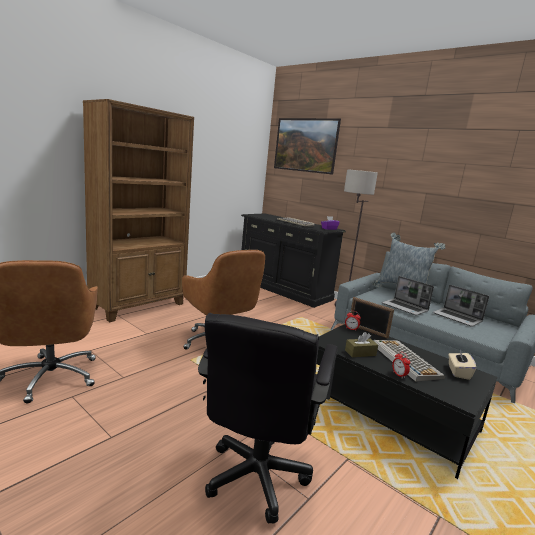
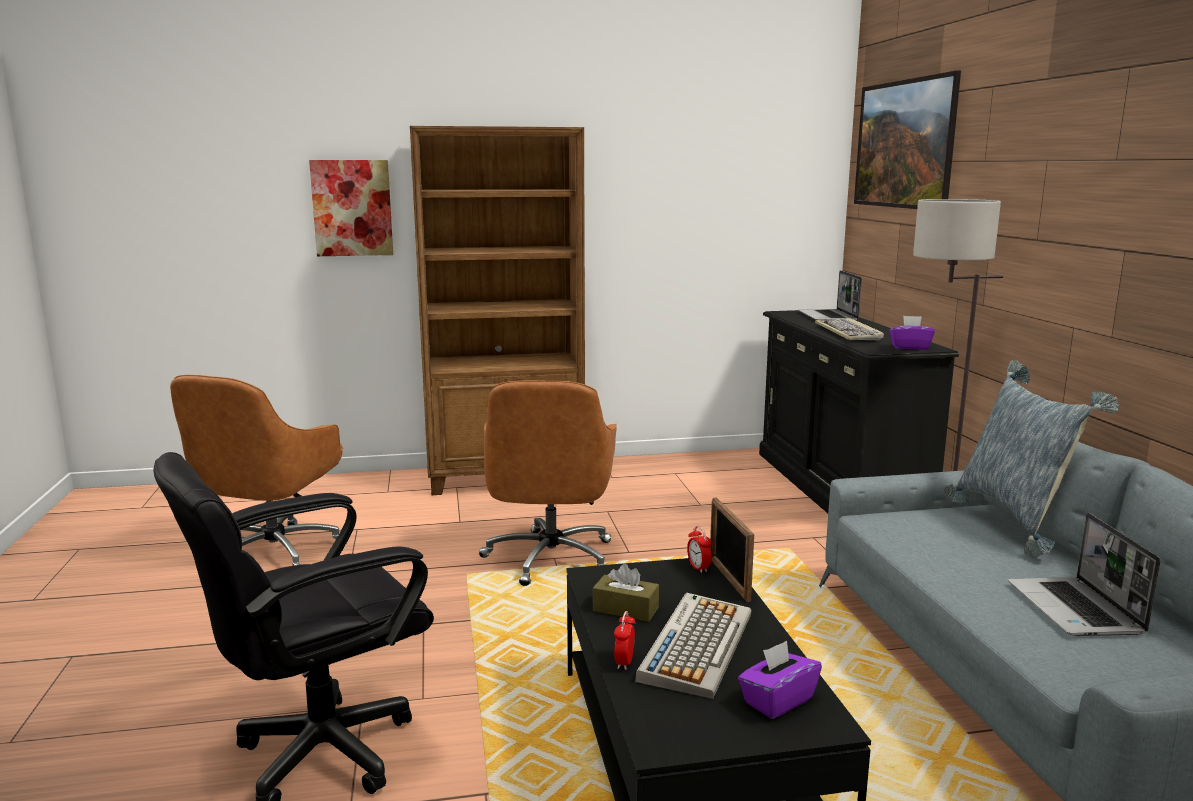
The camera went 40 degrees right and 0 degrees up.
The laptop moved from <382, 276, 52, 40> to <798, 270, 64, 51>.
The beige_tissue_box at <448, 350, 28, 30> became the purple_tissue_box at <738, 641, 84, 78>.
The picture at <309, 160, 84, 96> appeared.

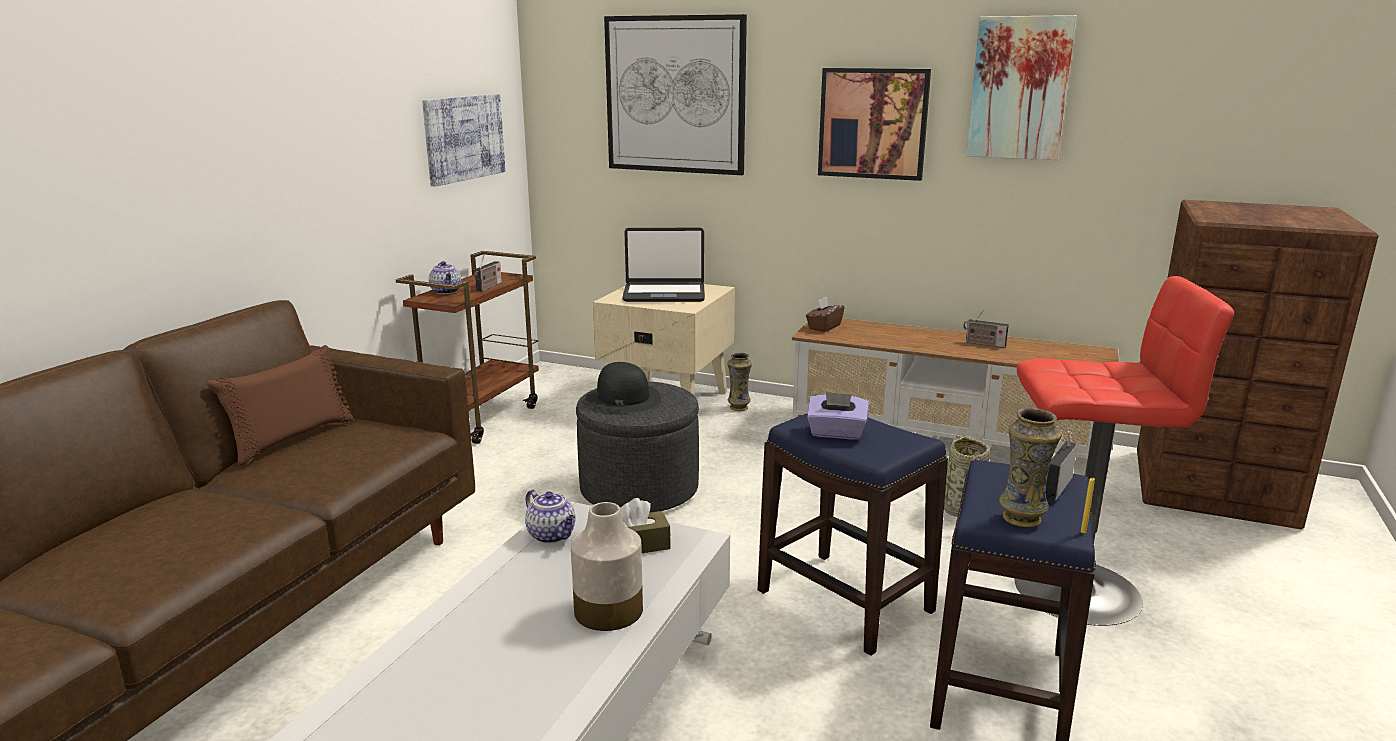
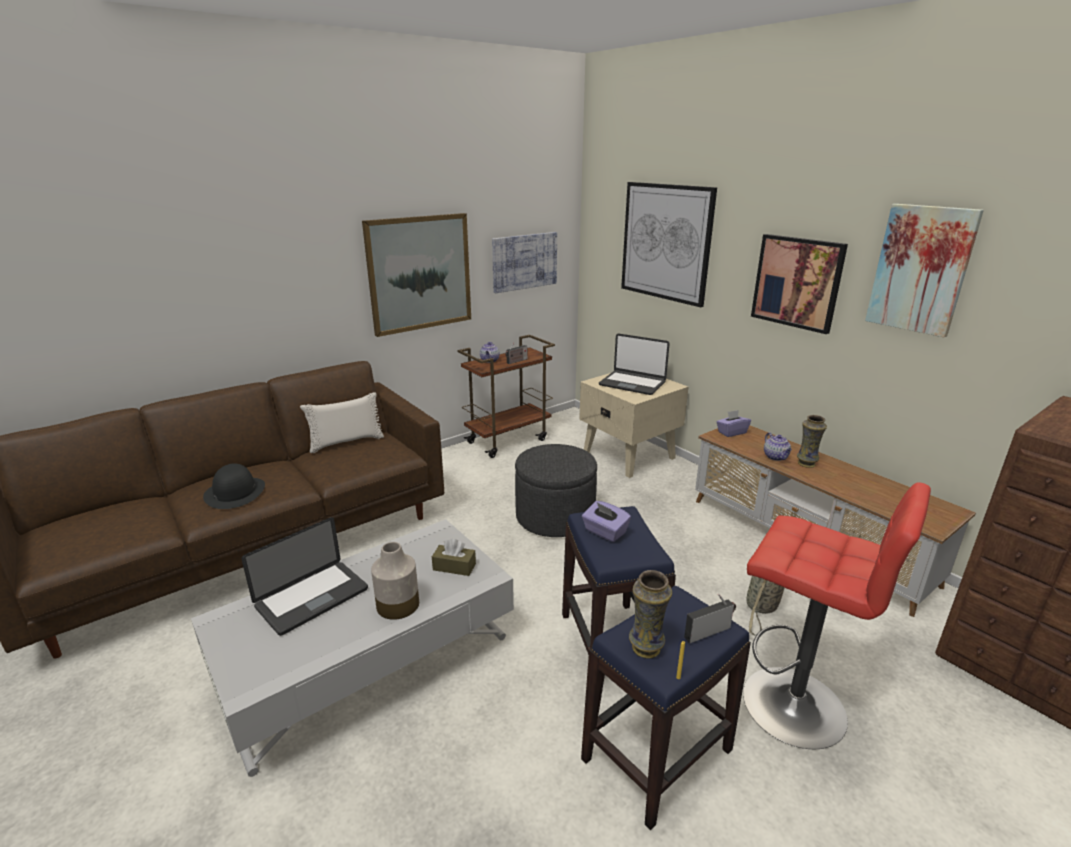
The camera went 30 degrees right and 5 degrees up.
The brown_tissue_box at <806, 296, 39, 36> became the purple_tissue_box at <717, 410, 34, 27>.
The radio at <964, 310, 45, 38> disappeared.
The brown_pillow at <207, 345, 147, 120> became the white_pillow at <300, 392, 84, 61>.
The vase moved from <727, 352, 25, 59> to <797, 415, 30, 53>.
The black_hat moved from <585, 362, 76, 50> to <203, 463, 62, 46>.
The teapot moved from <525, 490, 51, 53> to <764, 432, 28, 29>.
The picture at <362, 213, 109, 124> appeared.
The laptop at <241, 517, 127, 119> appeared.

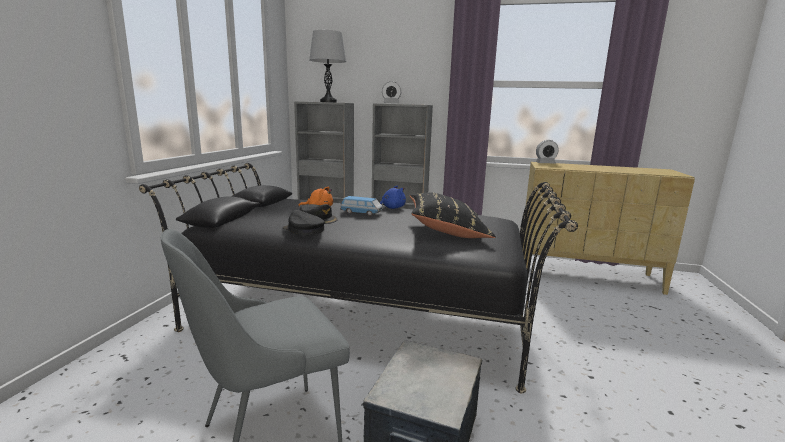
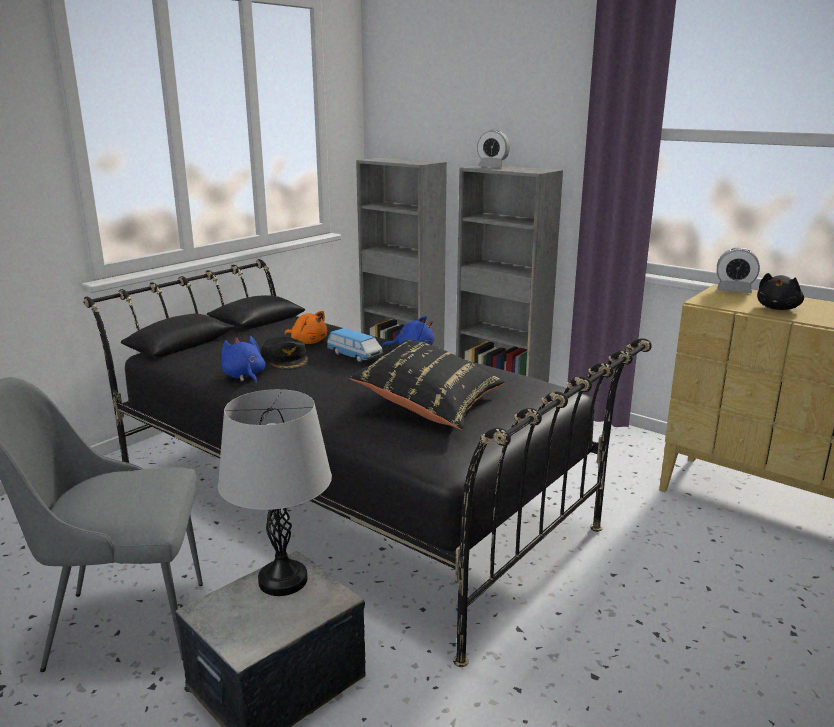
The camera went 25 degrees right and 5 degrees up.
The grey_table_lamp moved from <309, 30, 37, 73> to <218, 389, 114, 207>.
The black_cap at <283, 210, 42, 25> was replaced by the blue_plush_toy at <221, 336, 45, 48>.
The black_plush_toy at <757, 273, 47, 37> appeared.

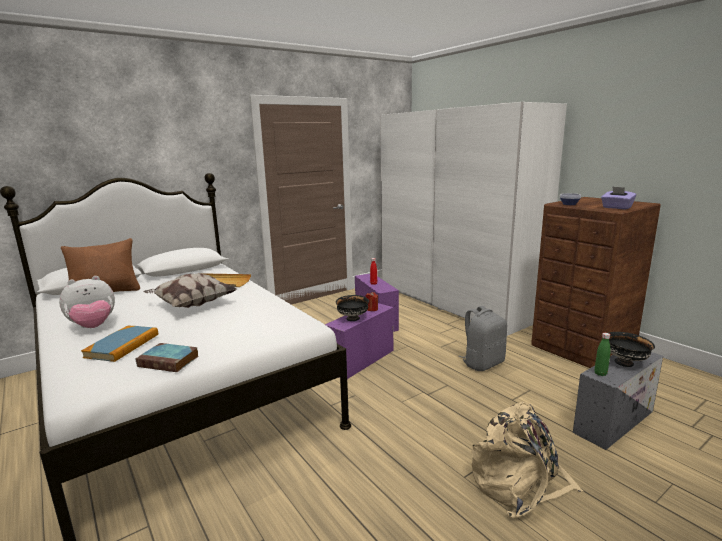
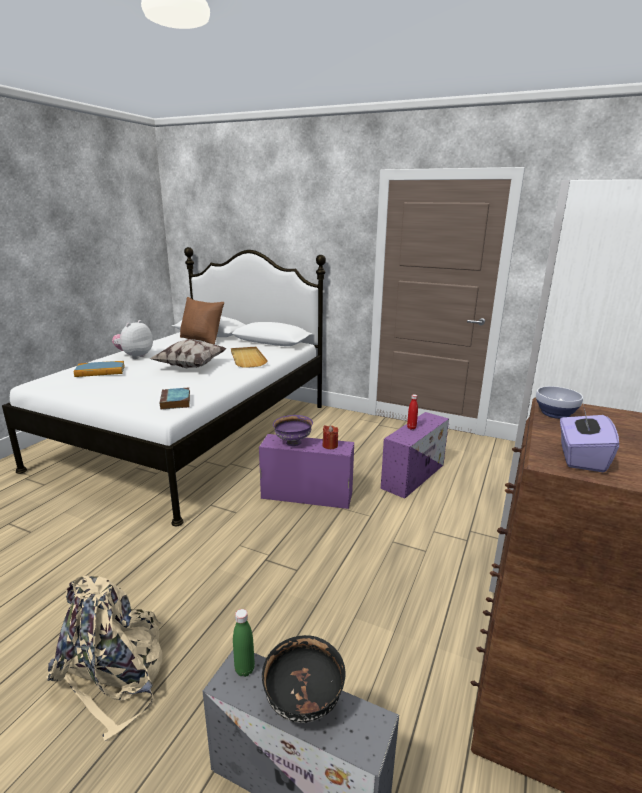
The camera went 60 degrees right and 5 degrees up.
The plush_toy at <59, 276, 56, 52> turned 90 degrees clockwise.
The black_bowl at <336, 295, 33, 26> became the purple_bowl at <273, 415, 40, 31>.
The grey_backpack at <459, 306, 48, 65> disappeared.
The book moved from <136, 343, 63, 29> to <160, 388, 30, 21>.

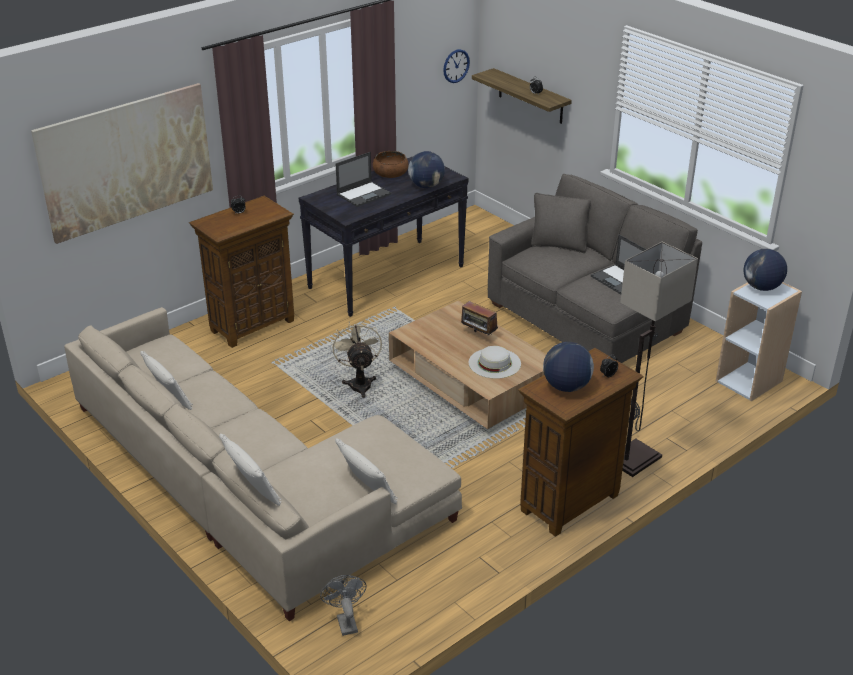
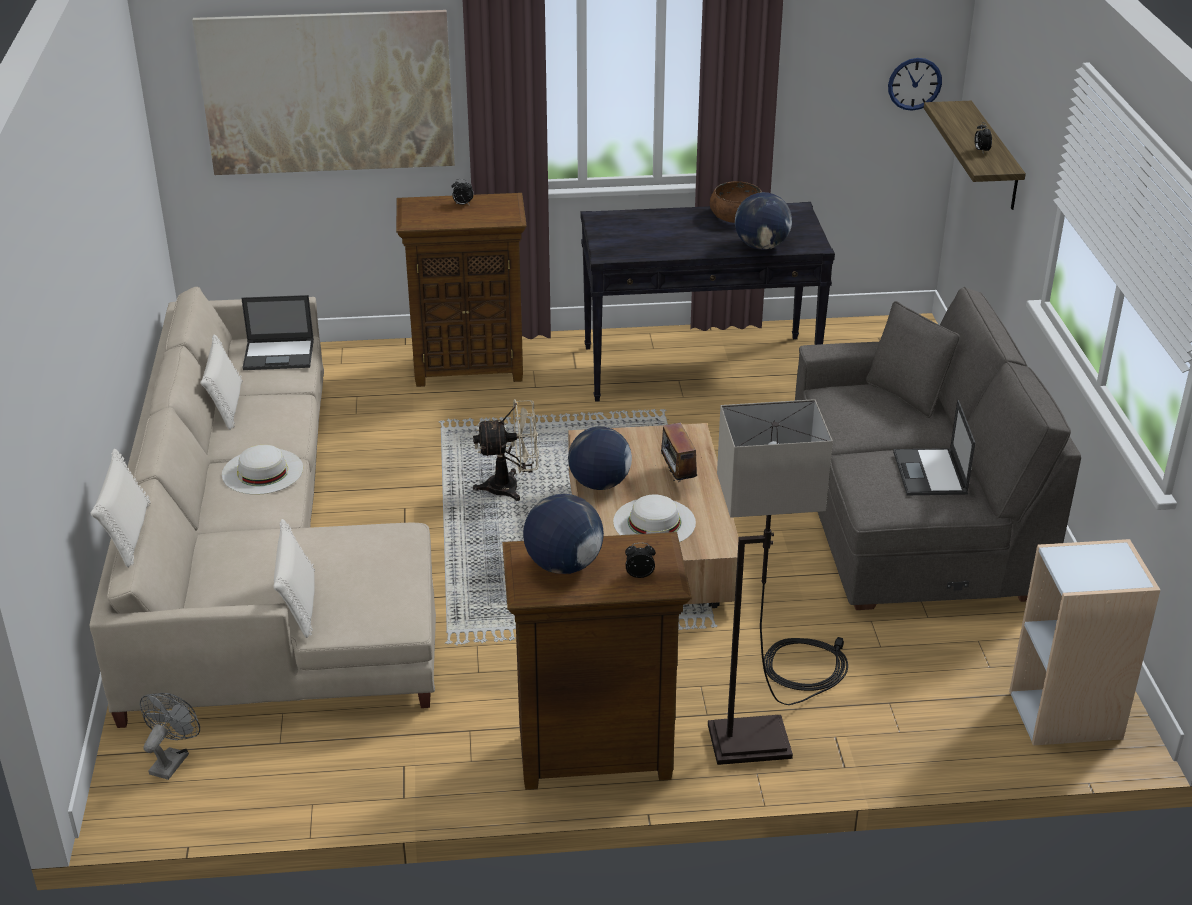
The camera went 35 degrees right and 0 degrees up.
The laptop moved from <336, 152, 55, 55> to <241, 295, 73, 75>.
The globe moved from <743, 249, 44, 42> to <568, 426, 64, 64>.
The beige_fan at <331, 320, 51, 78> turned 60 degrees clockwise.
The white_hat at <222, 445, 81, 50> appeared.

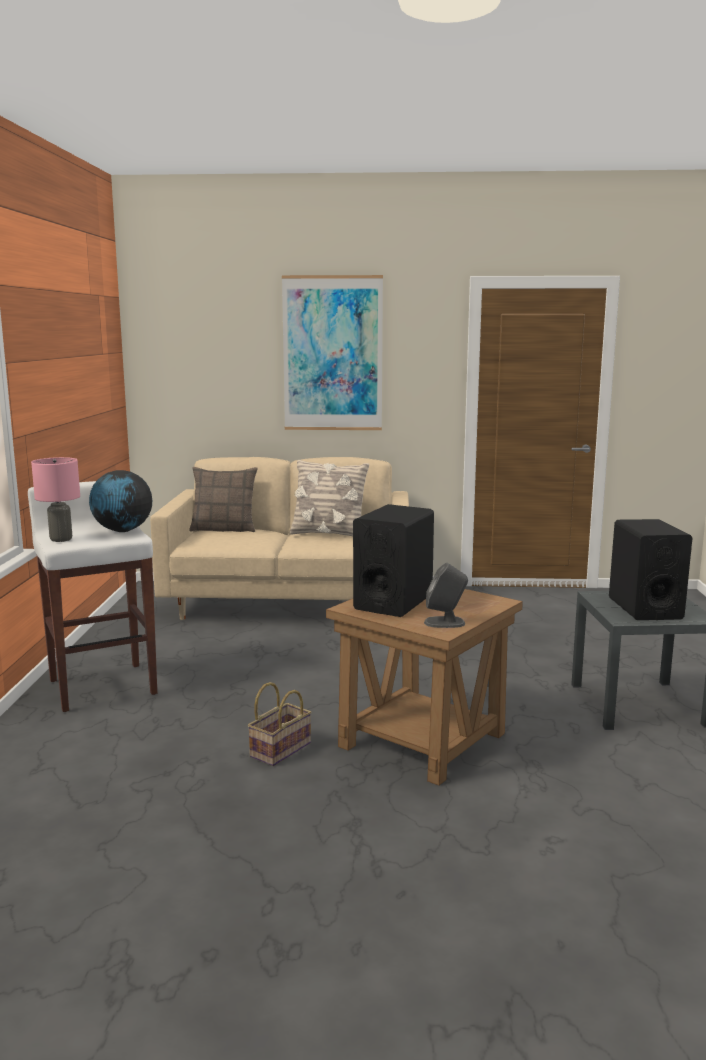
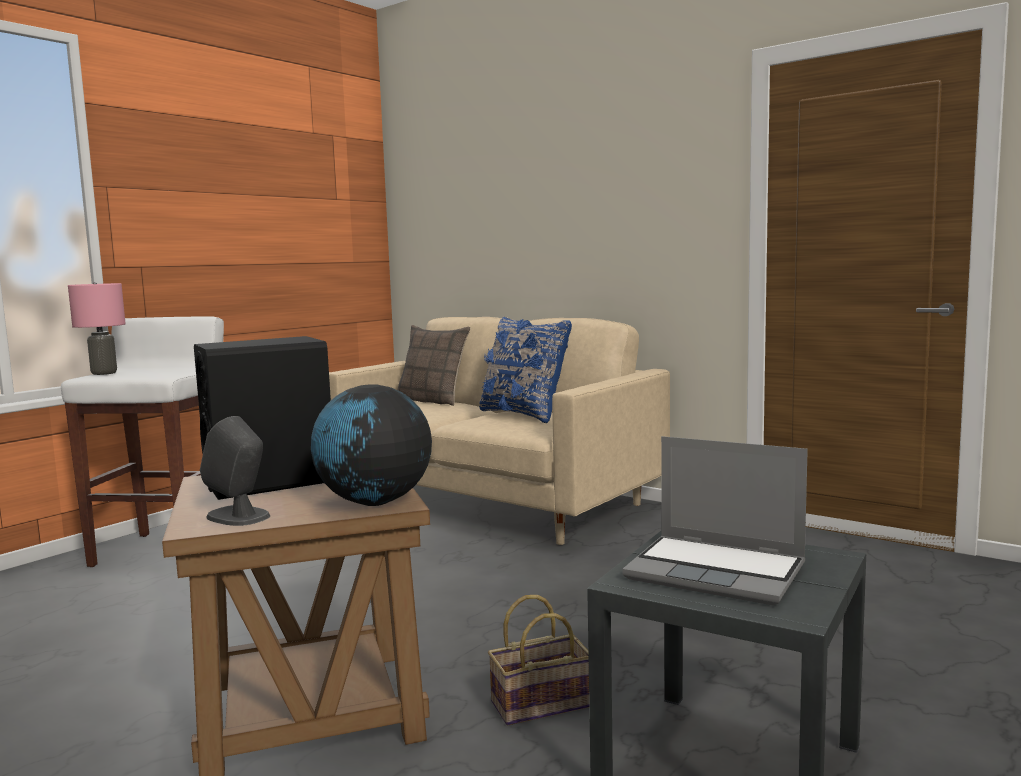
The camera went 35 degrees right and 5 degrees down.
The picture at <282, 275, 101, 155> disappeared.
The beige_pillow at <290, 460, 79, 76> became the blue_pillow at <479, 317, 93, 106>.
The globe moved from <89, 470, 63, 62> to <311, 384, 121, 122>.
The black_speaker at <609, 519, 83, 101> was replaced by the laptop at <622, 436, 186, 170>.
The basket moved from <248, 682, 64, 84> to <488, 595, 101, 130>.

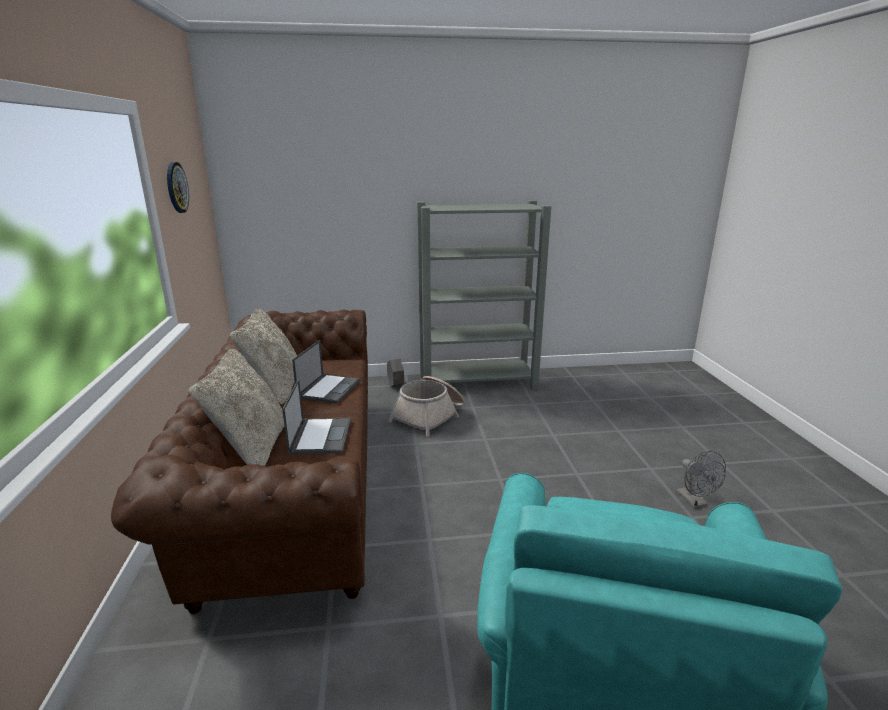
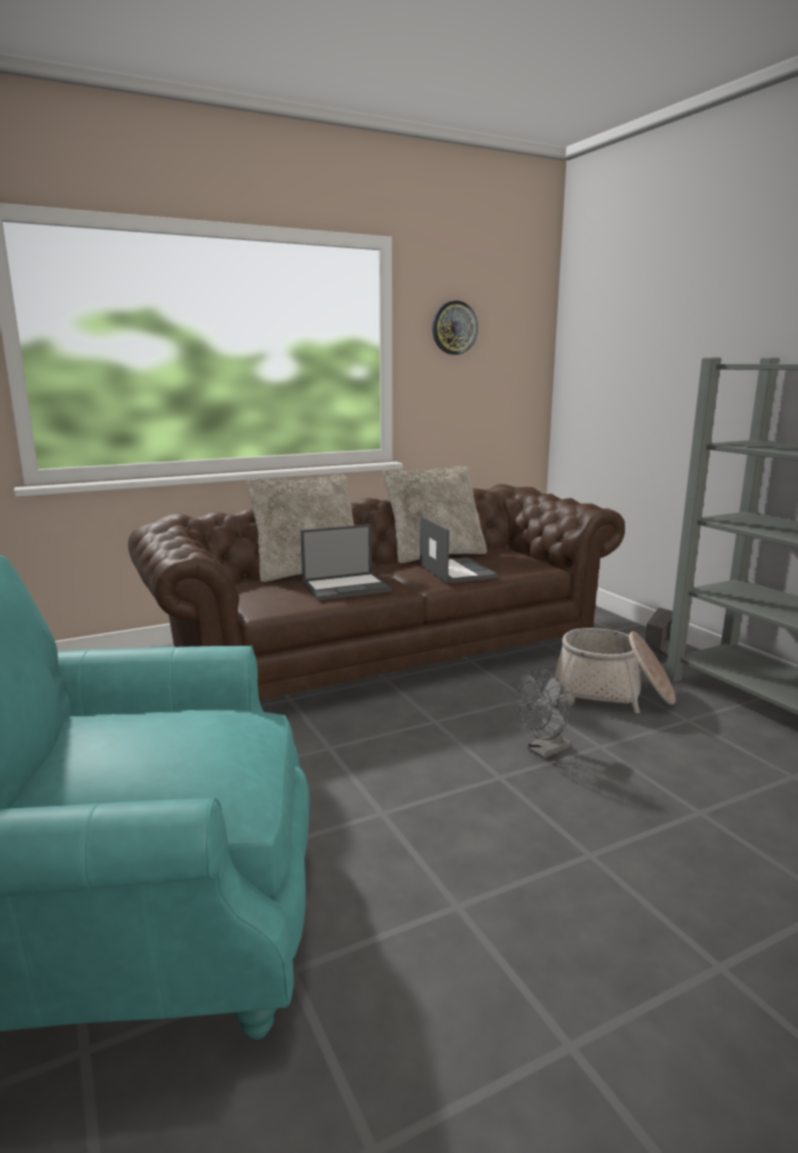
The camera went 70 degrees right and 5 degrees down.
The laptop at <292, 340, 68, 64> turned 105 degrees counterclockwise.
The grey_fan moved from <676, 451, 50, 57> to <516, 669, 59, 90>.

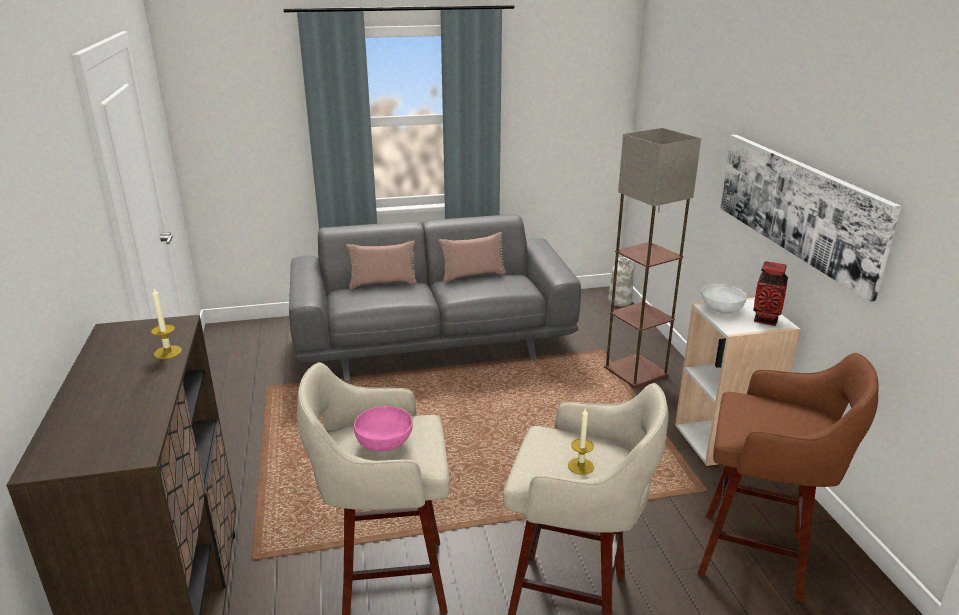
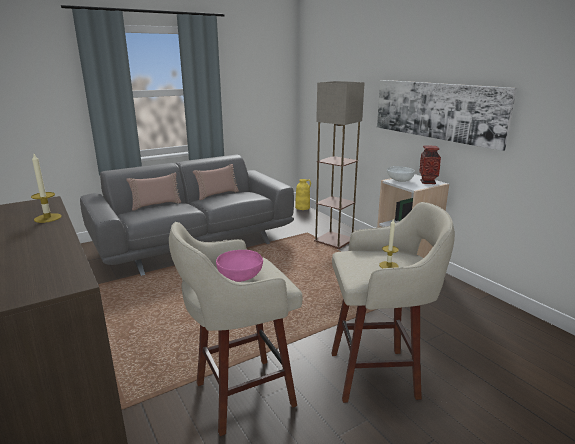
The camera went 20 degrees left and 5 degrees down.
The white_vase at <608, 257, 27, 49> became the yellow_vase at <295, 179, 16, 31>.
The brown_stool at <698, 353, 180, 250> disappeared.

